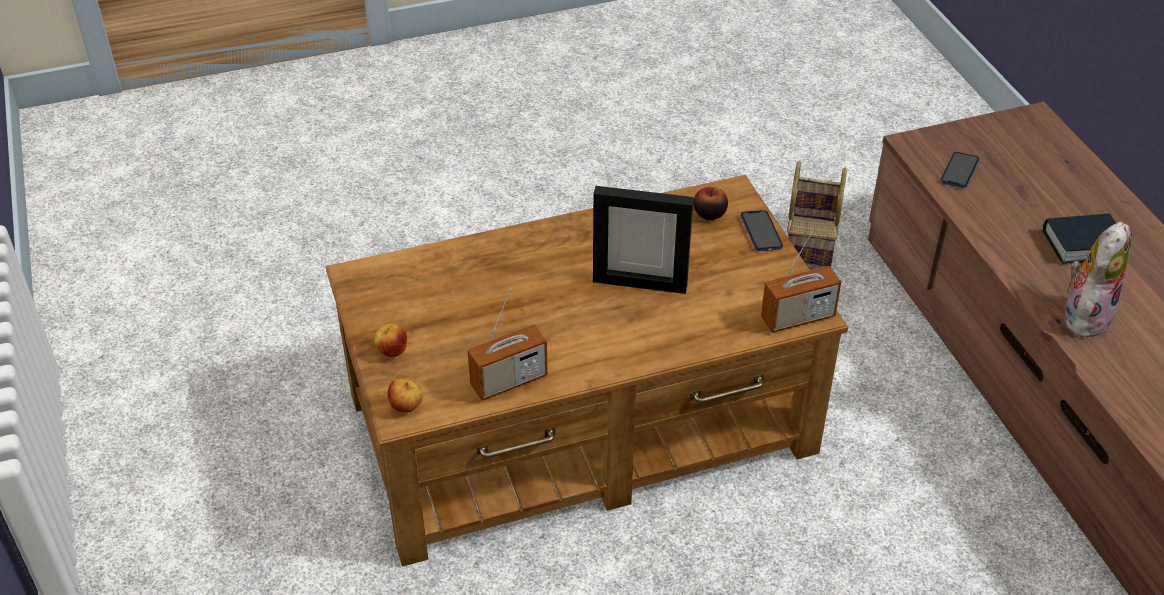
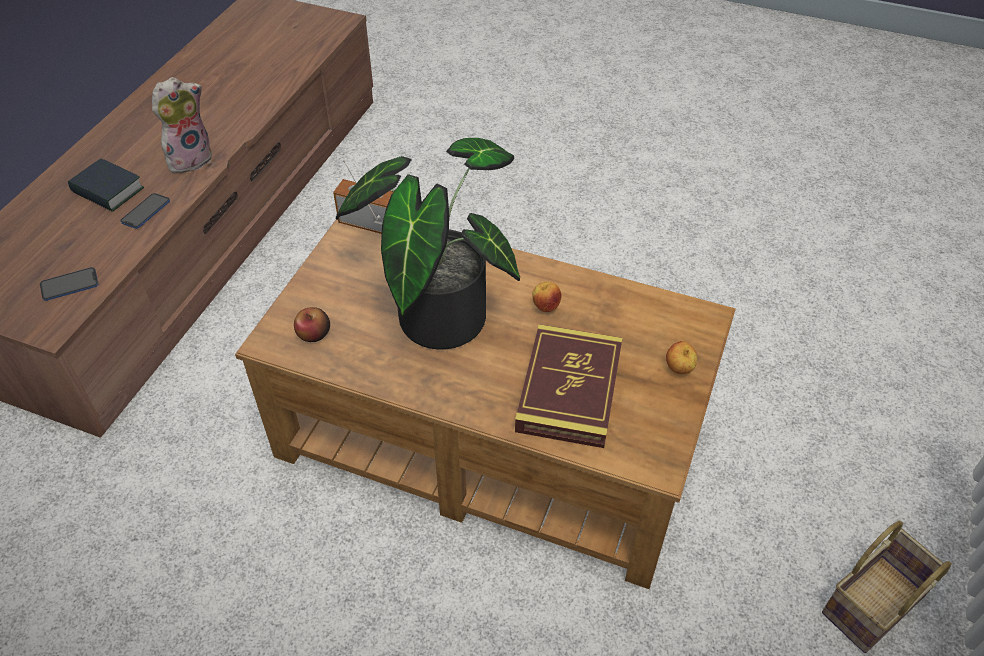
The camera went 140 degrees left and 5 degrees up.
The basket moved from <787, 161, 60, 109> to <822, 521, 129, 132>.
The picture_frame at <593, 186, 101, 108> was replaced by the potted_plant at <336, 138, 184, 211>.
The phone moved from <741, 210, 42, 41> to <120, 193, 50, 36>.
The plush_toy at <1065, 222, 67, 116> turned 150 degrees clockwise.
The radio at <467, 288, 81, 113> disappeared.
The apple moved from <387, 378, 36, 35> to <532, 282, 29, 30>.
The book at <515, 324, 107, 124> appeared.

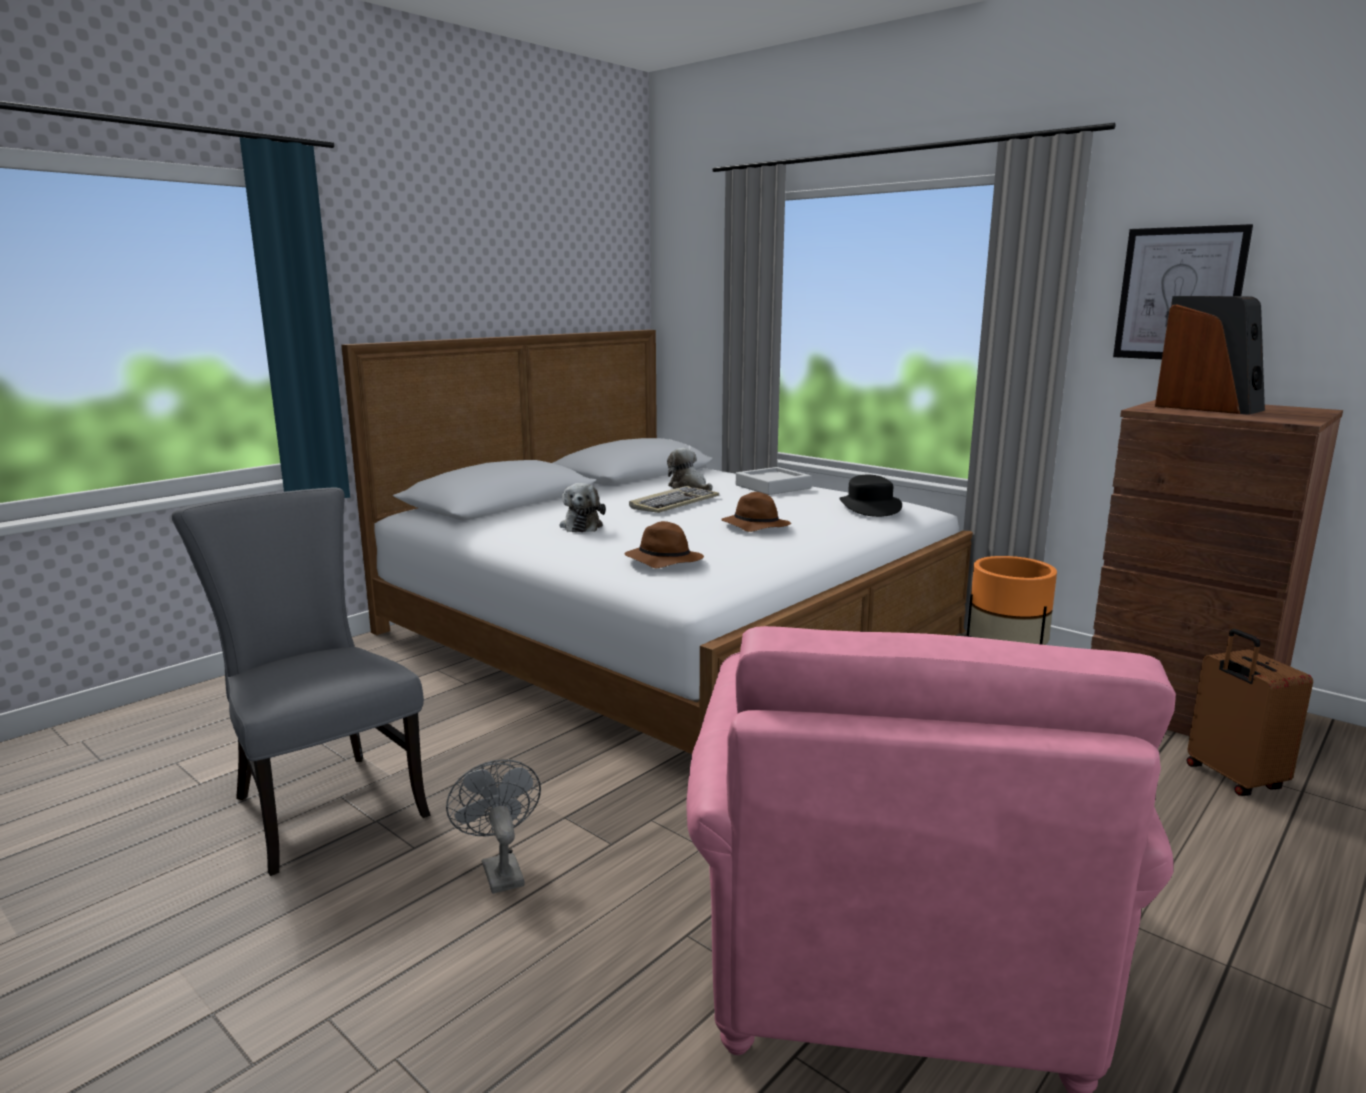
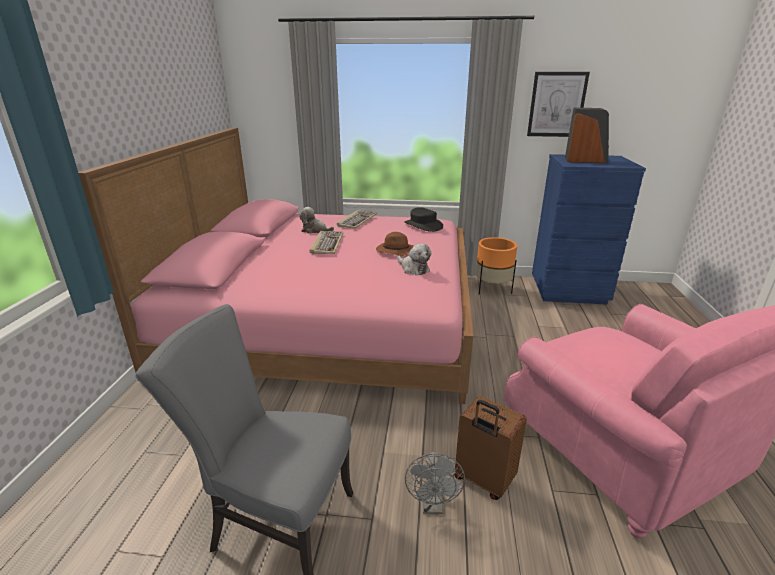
The camera went 35 degrees left and 10 degrees up.
The white_bed at <341, 330, 632, 424> became the pink_bed at <78, 128, 395, 276>.
The brown_dresser at <1091, 400, 252, 336> became the blue_dresser at <532, 154, 114, 151>.
The grey_tray at <736, 467, 76, 28> was replaced by the keyboard at <337, 210, 40, 19>.
The plush_toy moved from <560, 483, 46, 49> to <397, 243, 35, 32>.
The brown_hat at <624, 521, 80, 47> disappeared.
The brown_suitcase moved from <1187, 629, 126, 167> to <455, 396, 72, 104>.
The grey_fan at <446, 759, 95, 135> turned 120 degrees counterclockwise.

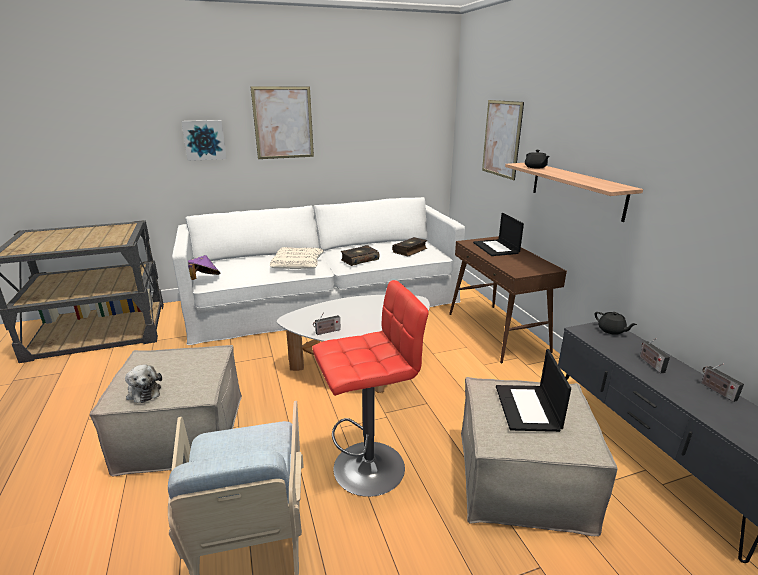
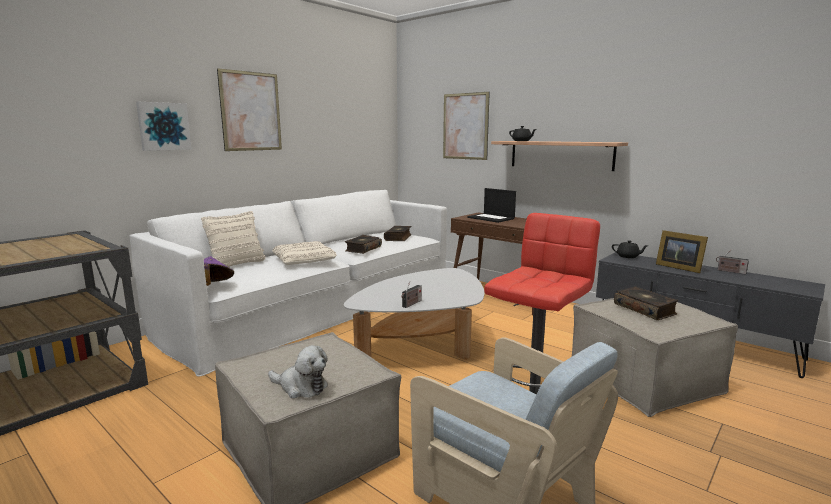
The camera went 30 degrees left and 10 degrees down.
The radio at <640, 338, 30, 35> was replaced by the picture_frame at <656, 230, 52, 43>.
The laptop at <496, 349, 75, 83> was replaced by the book at <614, 286, 64, 34>.
The beige_pillow at <201, 211, 65, 56> appeared.

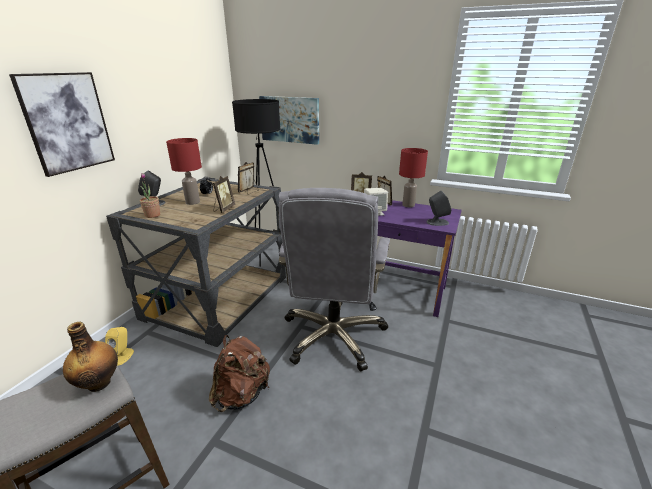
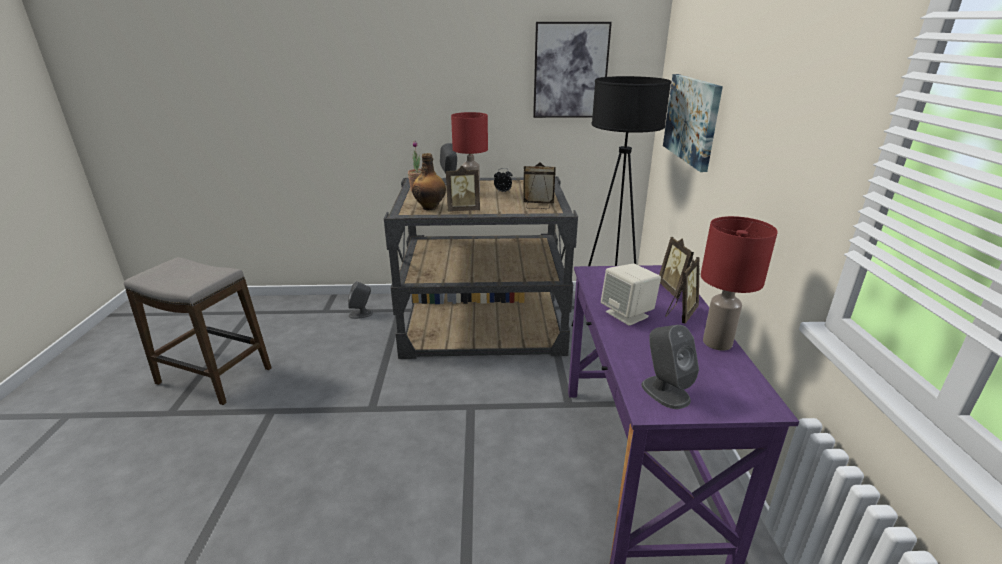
The camera went 65 degrees right and 0 degrees up.
The picture moved from <9, 72, 106, 105> to <533, 22, 79, 96>.
The grey_office_chair at <279, 188, 111, 183> disappeared.
The bottle moved from <63, 322, 55, 70> to <412, 153, 34, 57>.
The yellow_speaker at <105, 327, 29, 39> became the grey_speaker at <348, 281, 25, 38>.
The brown_backpack at <209, 335, 61, 77> disappeared.

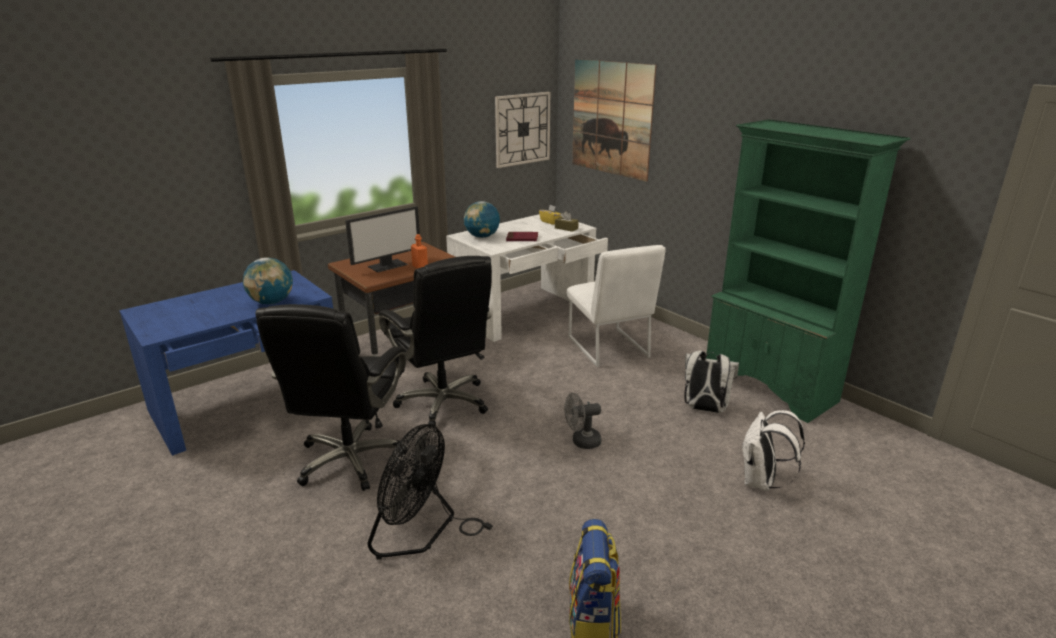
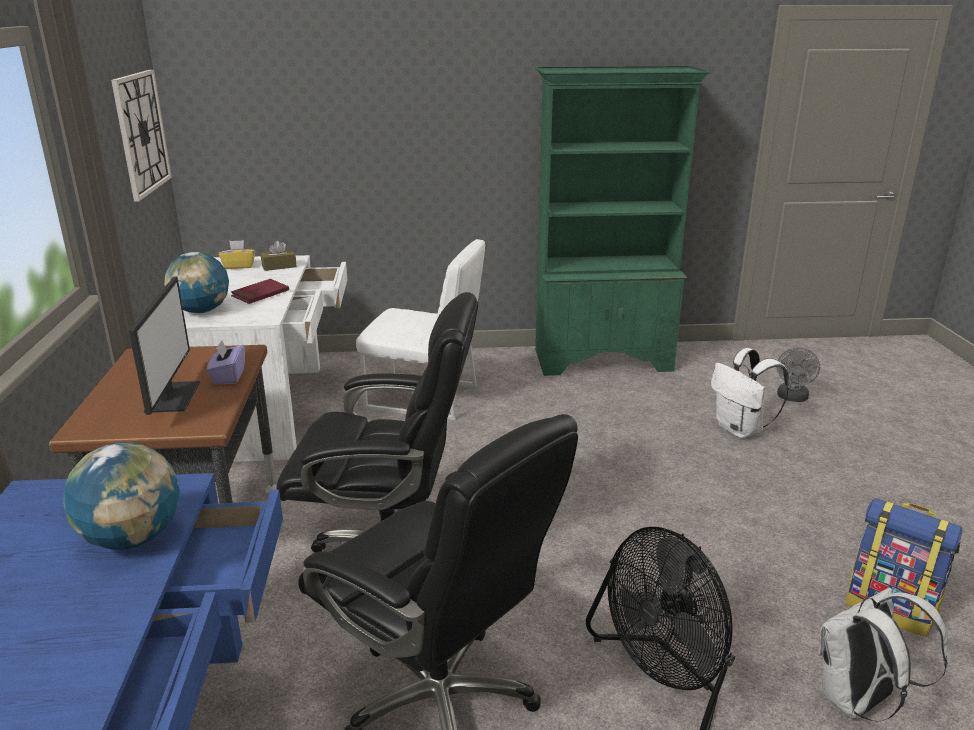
The camera went 55 degrees left and 0 degrees up.
The picture at <572, 59, 84, 123> disappeared.
The orange_bottle at <411, 234, 17, 35> was replaced by the purple_tissue_box at <207, 340, 38, 44>.
The white_backpack moved from <685, 351, 54, 62> to <818, 588, 130, 133>.
The grey_fan moved from <564, 393, 37, 56> to <777, 347, 43, 55>.

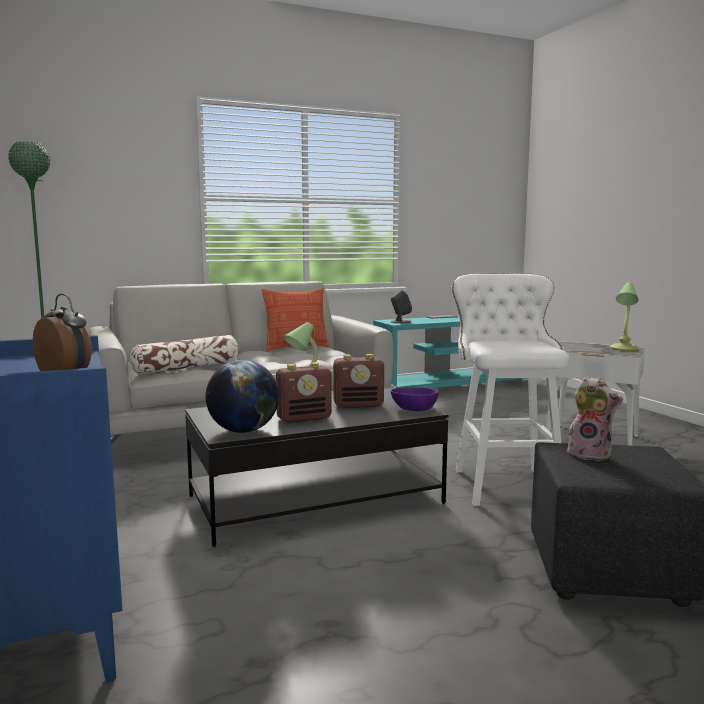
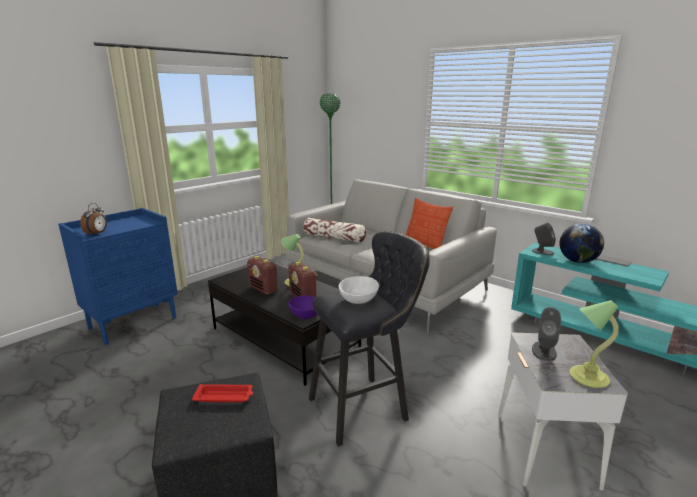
The camera went 65 degrees right and 10 degrees up.
The white_stool at <452, 273, 118, 233> became the black_stool at <309, 231, 121, 216>.
The globe moved from <206, 360, 73, 73> to <559, 224, 45, 39>.
The plush_toy at <567, 376, 56, 85> was replaced by the red_tray at <192, 384, 61, 18>.
The white_bowl at <339, 276, 40, 28> appeared.
The grey_speaker at <532, 307, 29, 54> appeared.

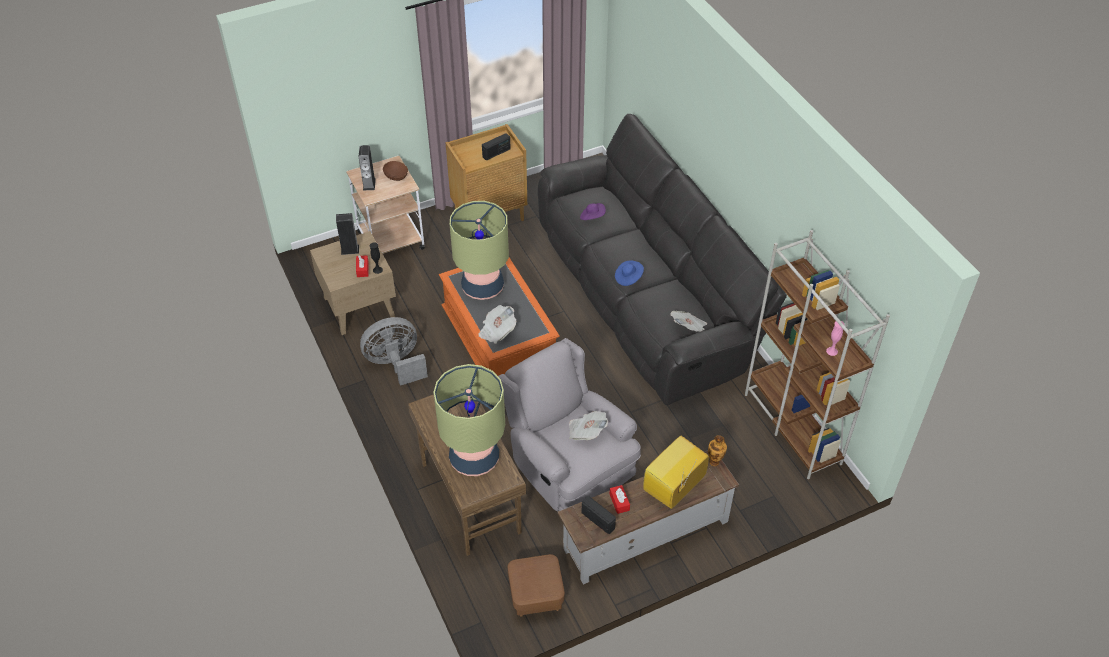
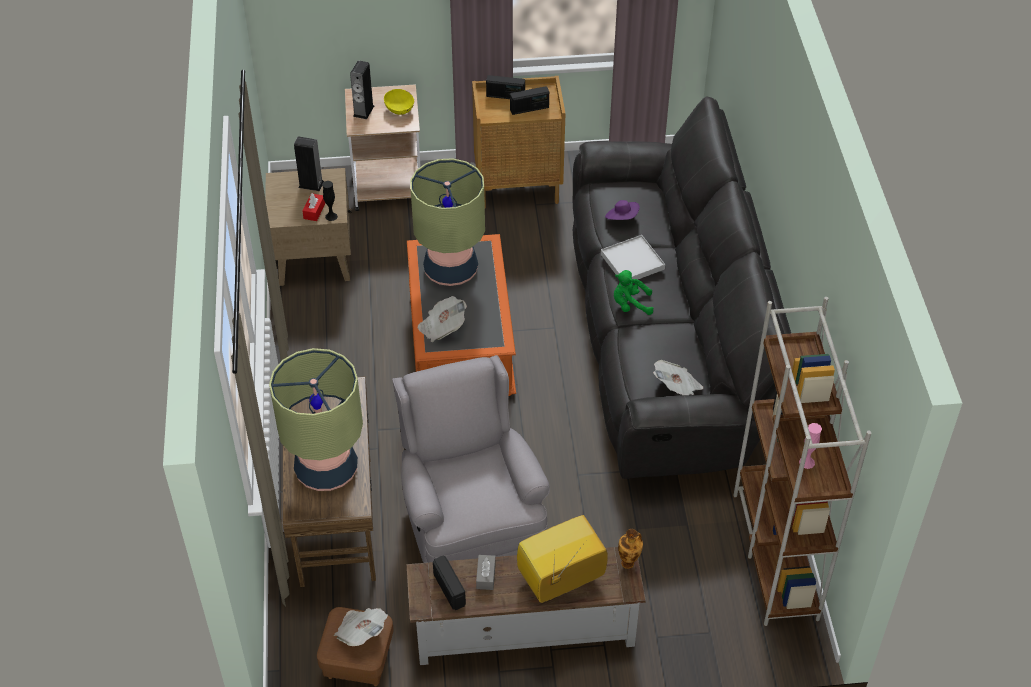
The camera went 20 degrees right and 0 degrees up.
The brown_bowl at <383, 161, 25, 20> became the yellow_bowl at <384, 89, 30, 26>.
The blue_hat at <615, 261, 29, 25> was replaced by the green_plush_toy at <614, 270, 40, 45>.
The grey_fan at <360, 317, 68, 69> disappeared.
The newspaper moved from <569, 411, 39, 29> to <334, 608, 54, 38>.
The red_tissue_box at <610, 485, 20, 29> became the grey_tissue_box at <476, 555, 20, 35>.
The radio at <486, 75, 39, 24> appeared.
The white_tray at <601, 235, 64, 44> appeared.

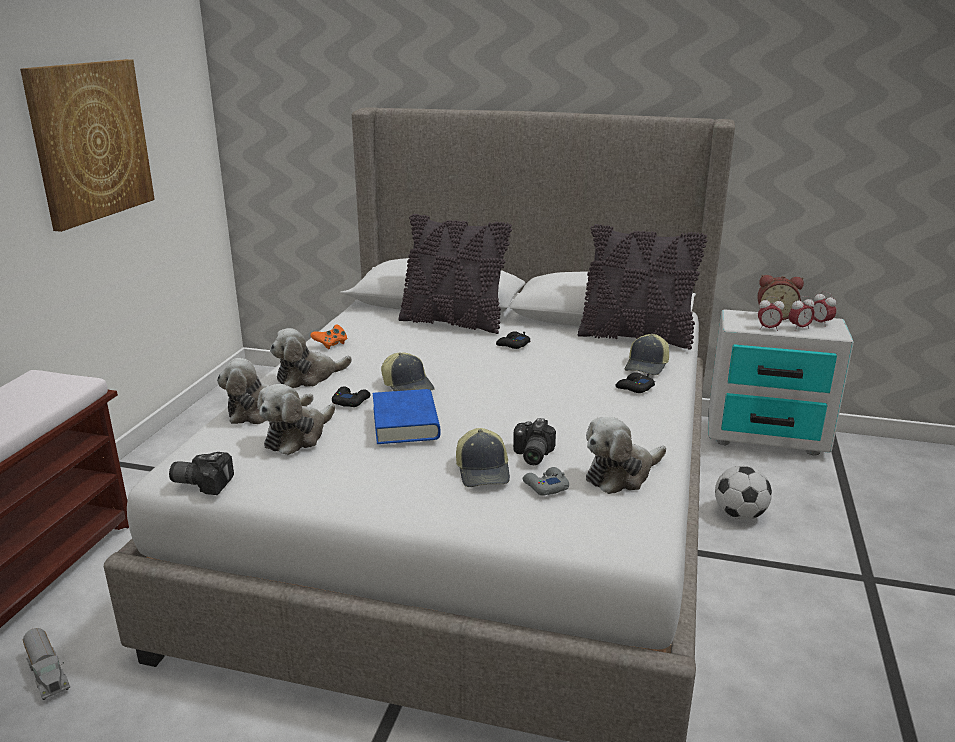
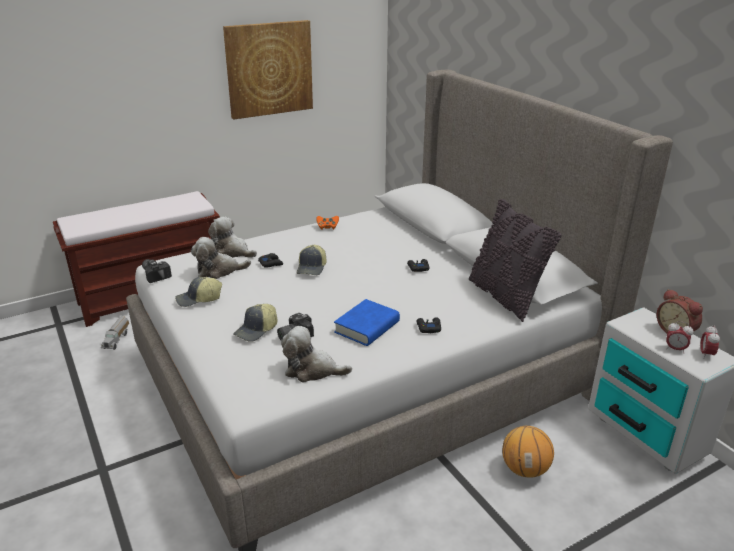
The camera went 45 degrees right and 5 degrees up.
The black_pillow at <398, 214, 114, 120> disappeared.
The alarm_clock at <758, 297, 26, 34> disappeared.
The plush_toy at <270, 328, 82, 60> disappeared.
The cap moved from <625, 334, 44, 41> to <175, 277, 47, 30>.
The blue_book moved from <373, 389, 67, 55> to <334, 299, 66, 47>.
The football at <715, 465, 57, 55> was replaced by the basketball at <502, 426, 52, 52>.
The grey_game_controller at <523, 467, 46, 29> disappeared.

